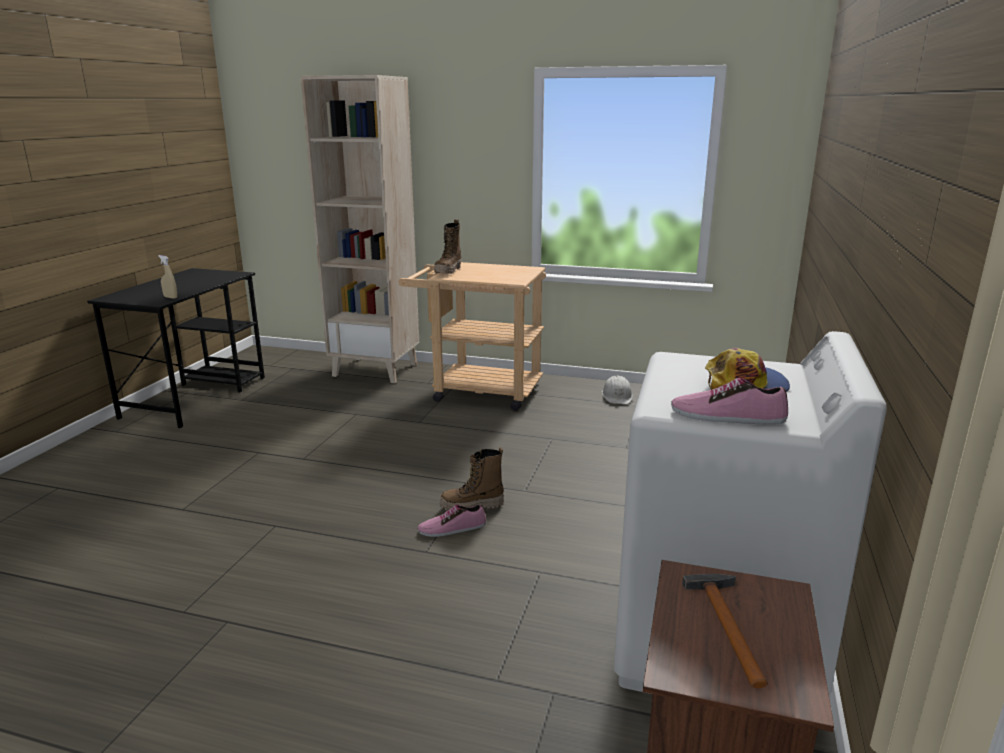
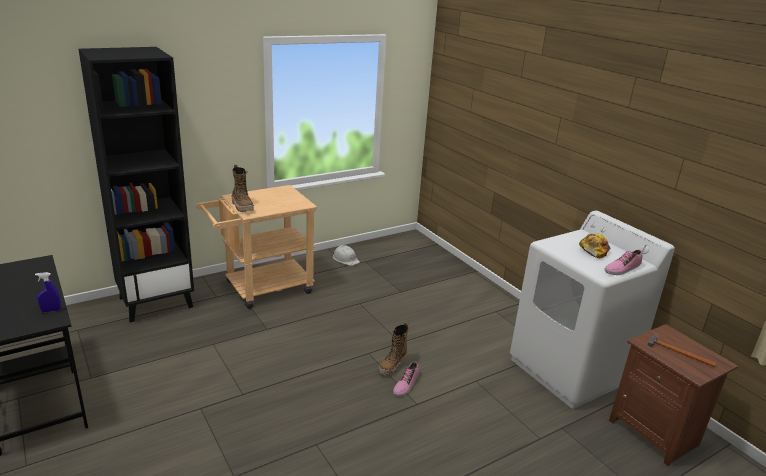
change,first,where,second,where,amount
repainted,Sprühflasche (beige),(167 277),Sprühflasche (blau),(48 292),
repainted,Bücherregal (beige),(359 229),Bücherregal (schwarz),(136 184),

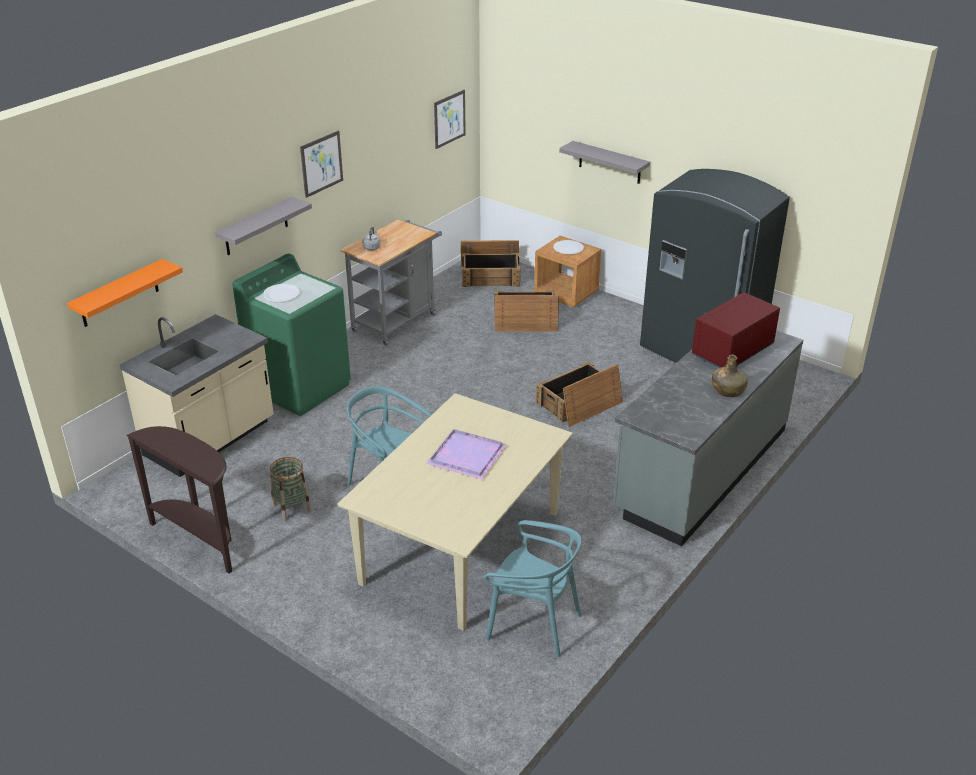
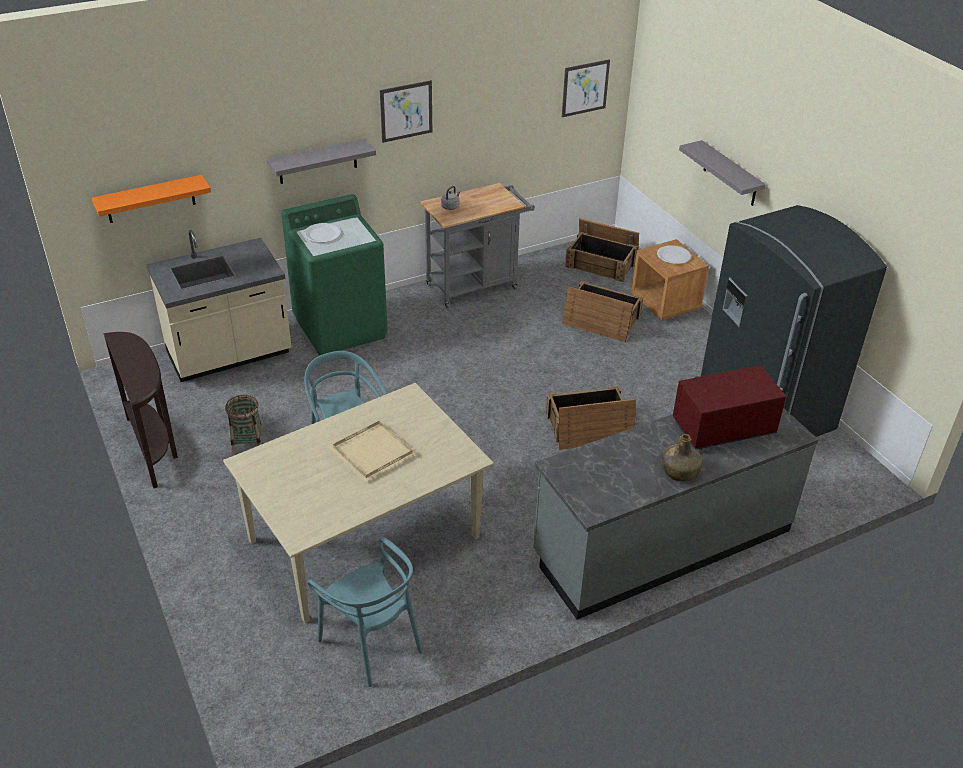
change,first,where,second,where,amount
repainted,Tablett (lila),(466 454),Tablett (beige),(373 451),

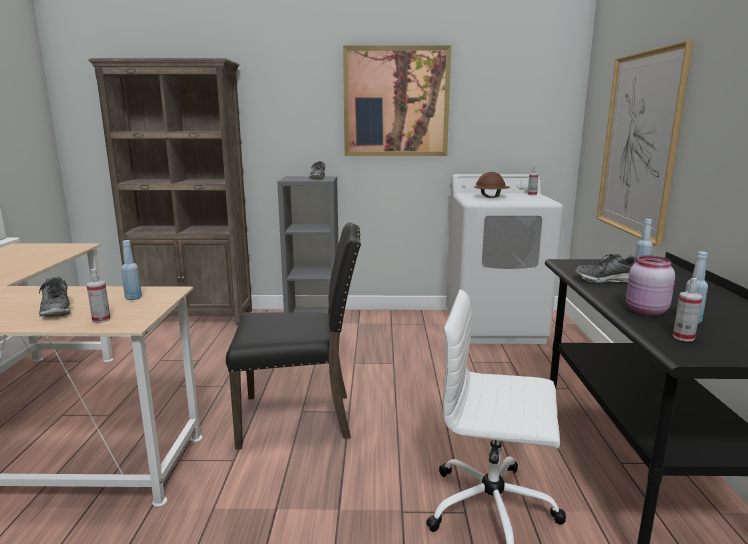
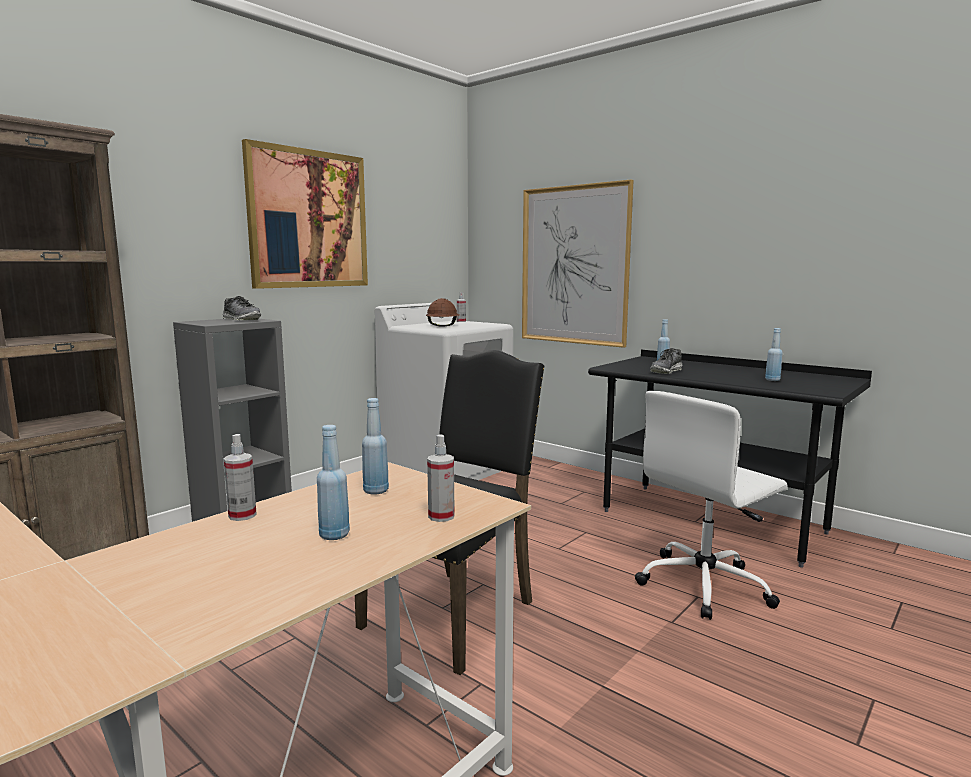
change,first,where,second,where,amount
shifted,Sprühflasche,(687 309),,(240 477),
swapped,Schuh,(54 297),Flasche (blau),(333 482),
gone,Vorratsglas (rosa),(650 285),,,

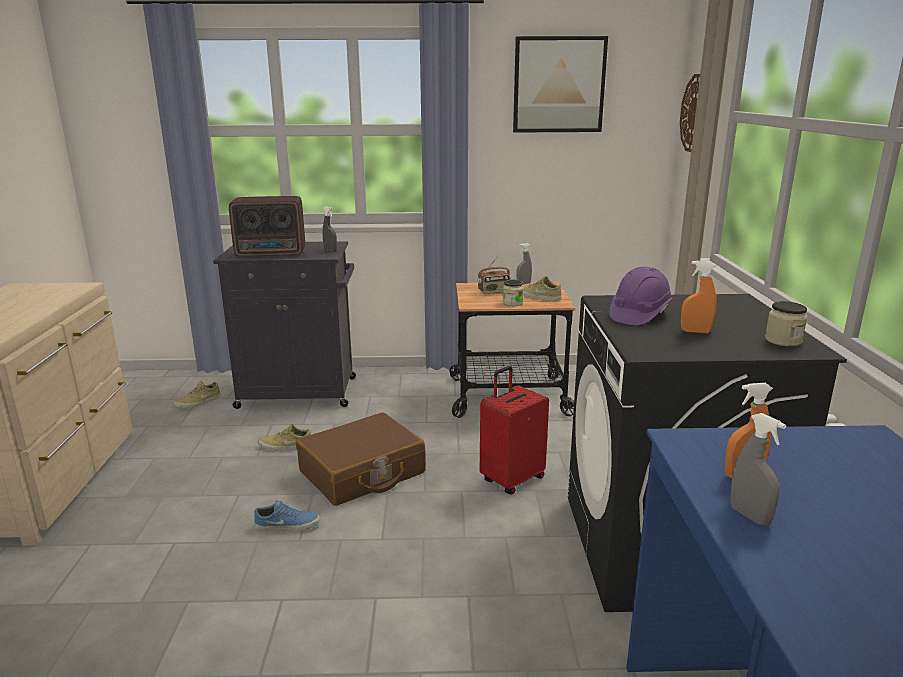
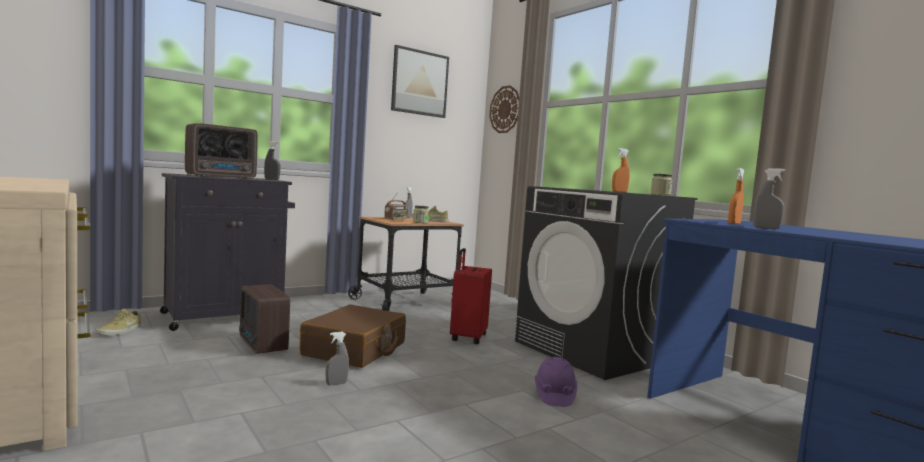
change,first,where,second,where,amount
swapped,Schuh (beige),(284 437),Radio,(264 319),
swapped,Schuh (blau),(287 516),Sprühflasche (grau),(337 358),
shifted,Schutzhelm (lila),(641 296),,(556 382),

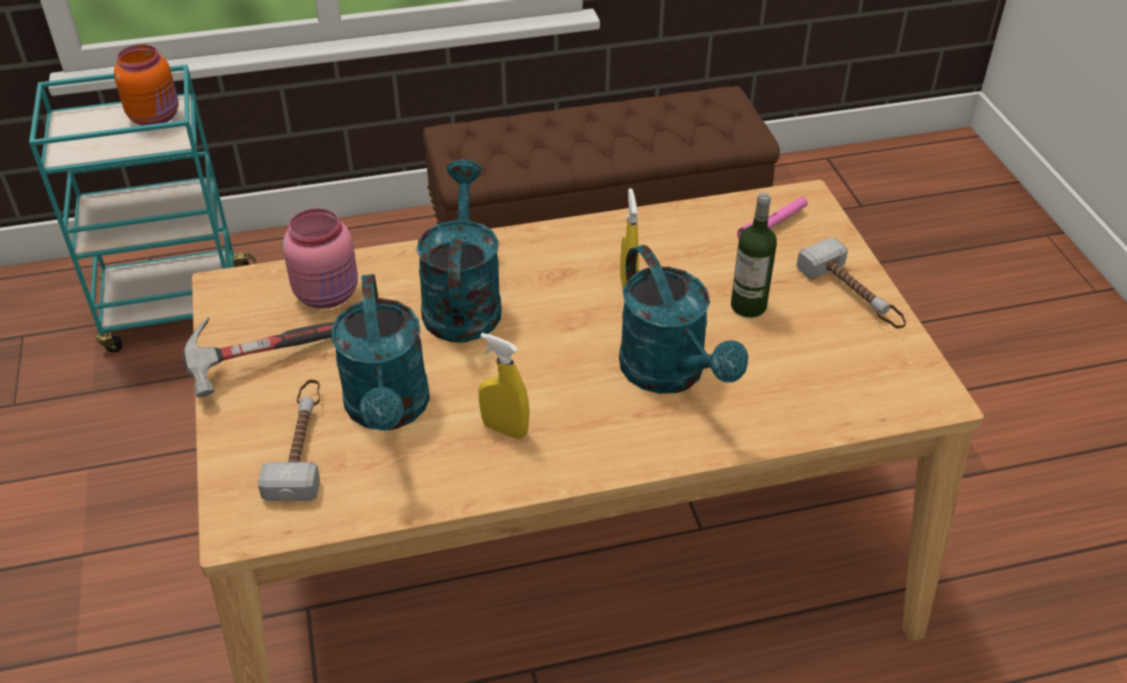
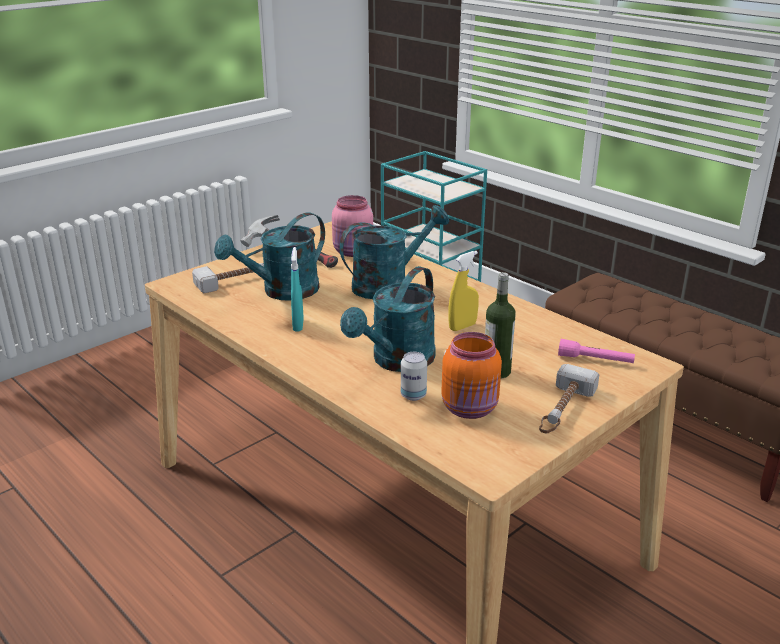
change,first,where,second,where,amount
repainted,Sprühflasche (gelb),(504 386),Sprühflasche (türkis),(297 289),
new,,,Dose,(414 376),
shifted,Vorratsglas (orange),(146 85),,(471 375),

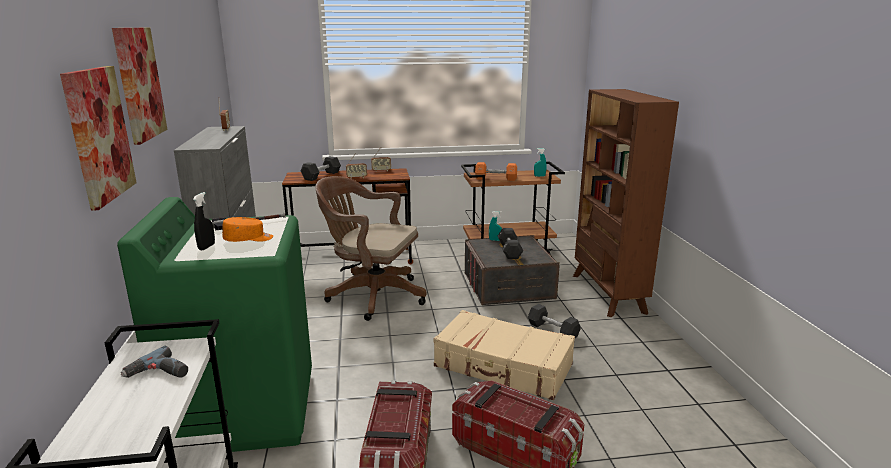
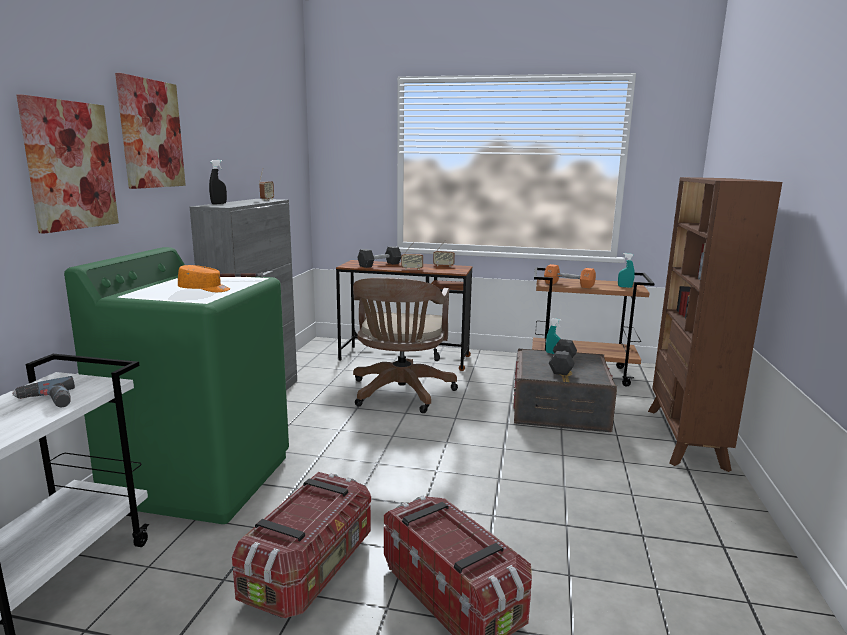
change,first,where,second,where,amount
shifted,Sprühflasche (schwarz),(204 221),,(218 182),
rotated,Bürostuhl (braun),(370 248),,(405 345),120 degrees counterclockwise
gone,Koffer (beige),(504 355),,,
gone,Hantel (schwarz),(554 321),,,

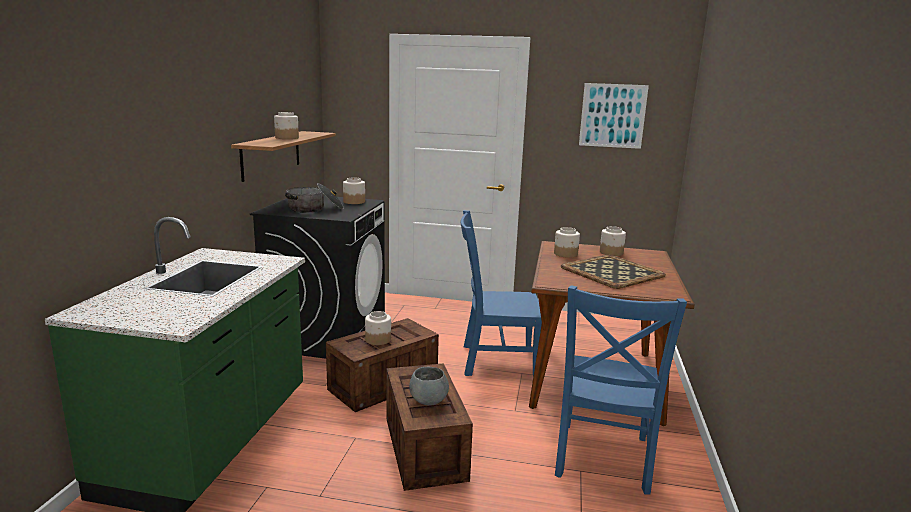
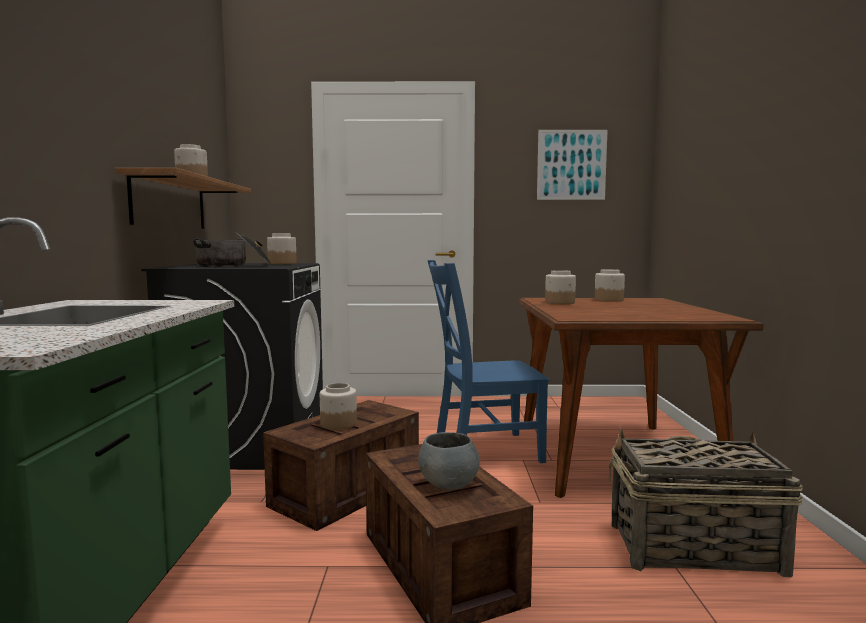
change,first,where,second,where,amount
swapped,Stuhl (blau),(621 389),Korb,(705 503),
gone,Tablett,(613 272),,,

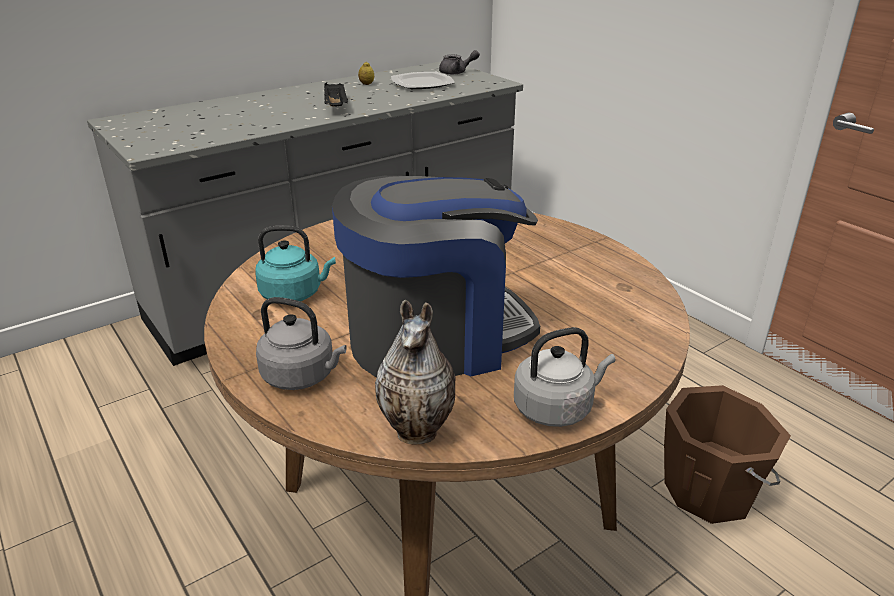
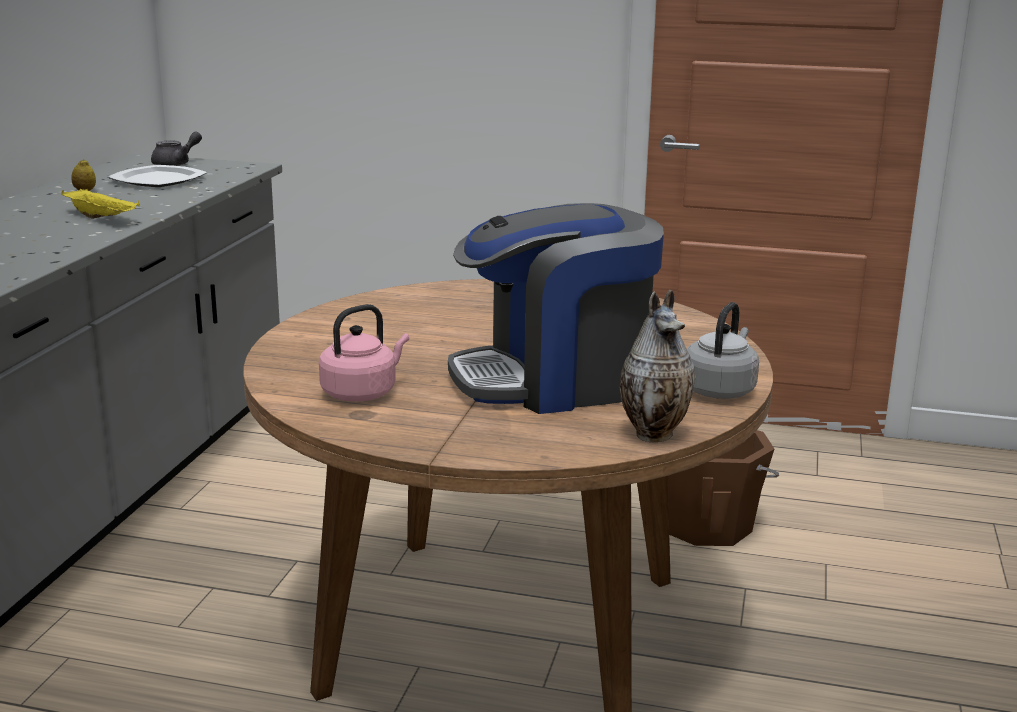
change,first,where,second,where,amount
repainted,Tablett (schwarz),(336 95),Tablett (gelb),(100 204),
repainted,Wasserkessel (türkis),(295 263),Wasserkessel (rosa),(364 352),
rotated,Kaffeemaschine,(436 276),,(556 308),135 degrees counterclockwise
gone,Wasserkessel (grau),(301 343),,,

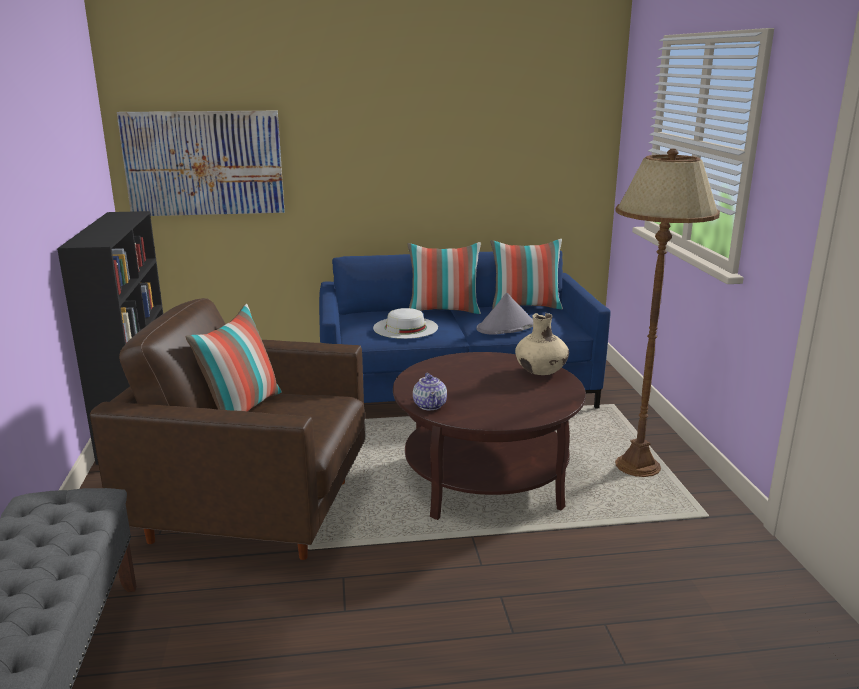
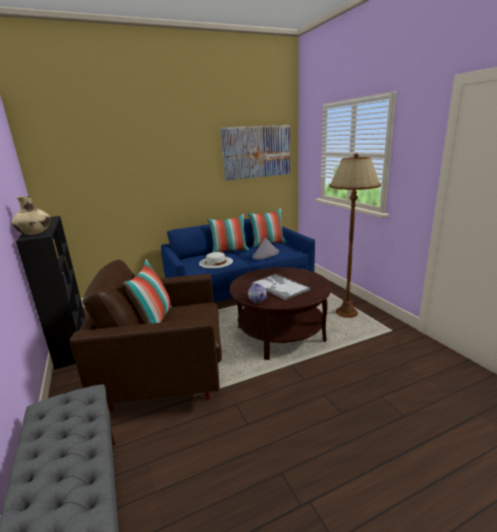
change,first,where,second,where,amount
shifted,Vase (beige),(542 344),,(31 215),
shifted,Bild,(201 163),,(255 153),
new,,,Tablett,(281 287),

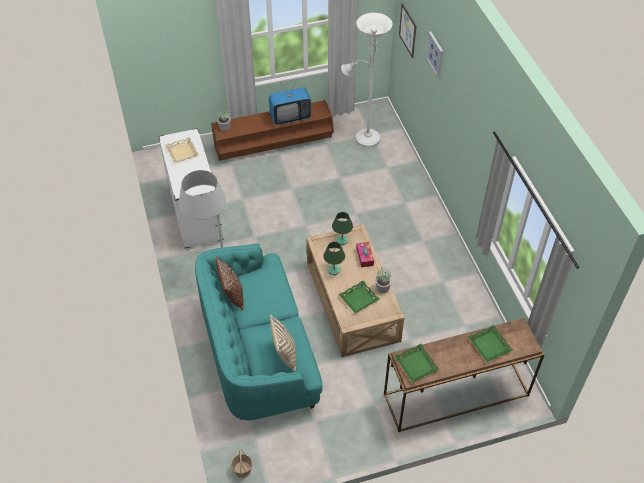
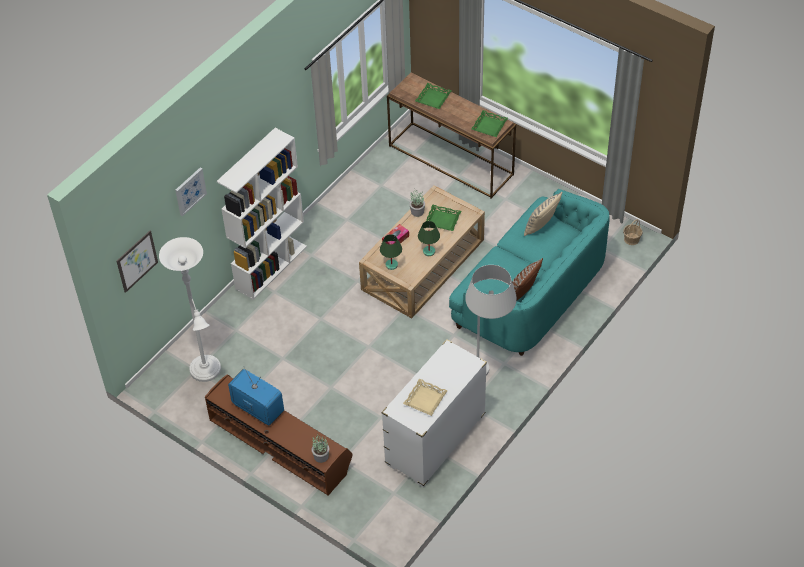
change,first,where,second,where,amount
new,,,Bücherregal (weiß),(262 214),

